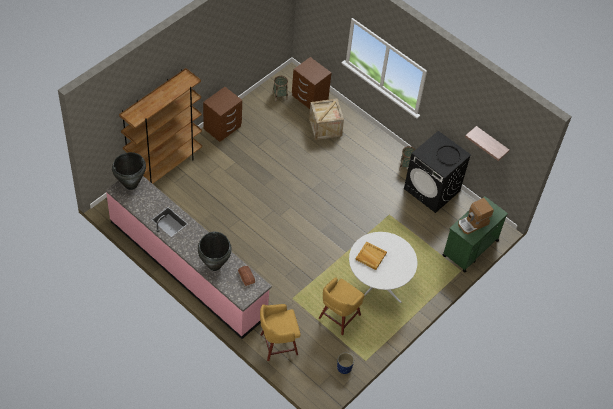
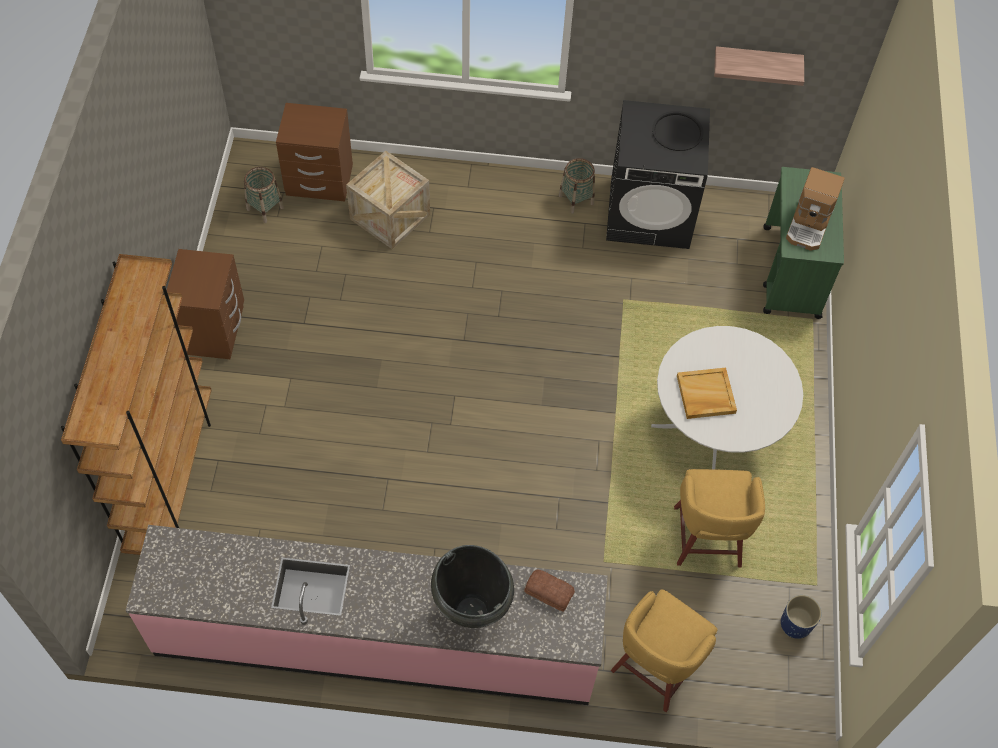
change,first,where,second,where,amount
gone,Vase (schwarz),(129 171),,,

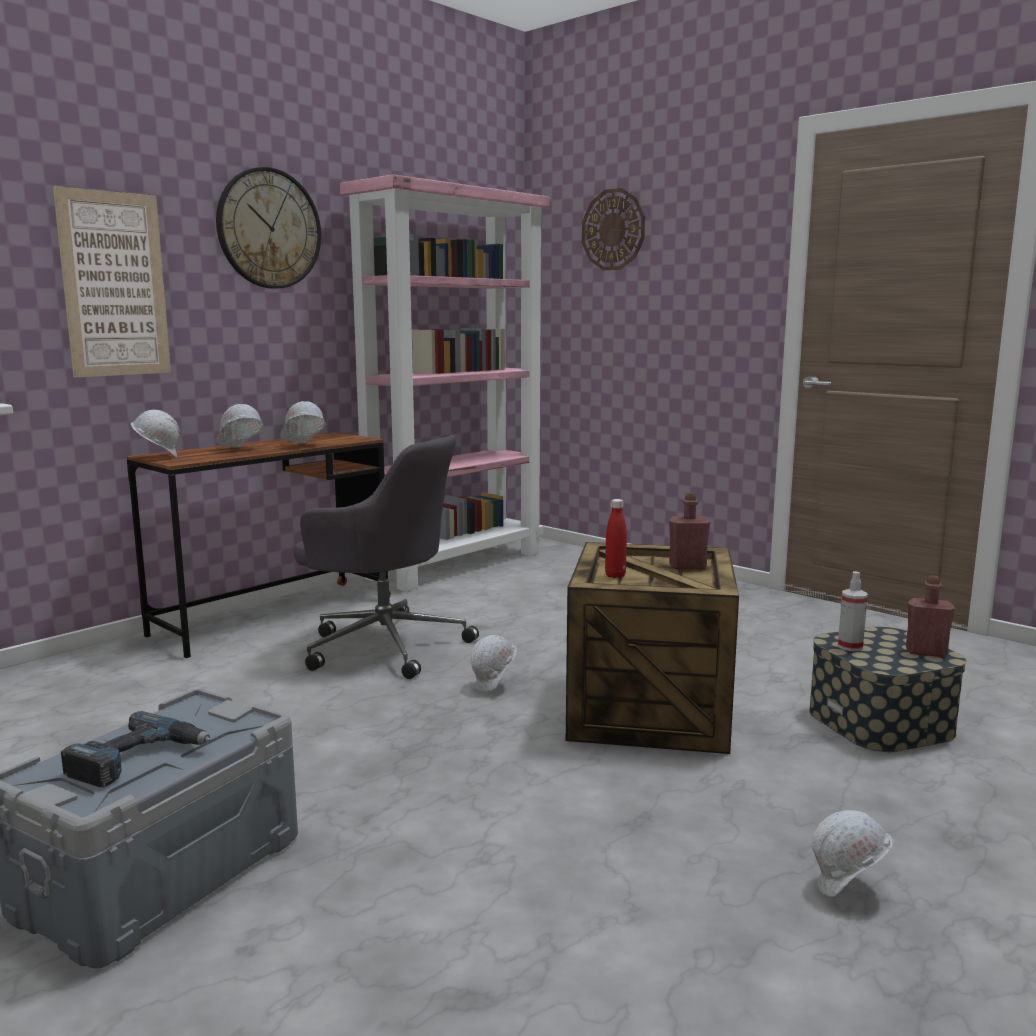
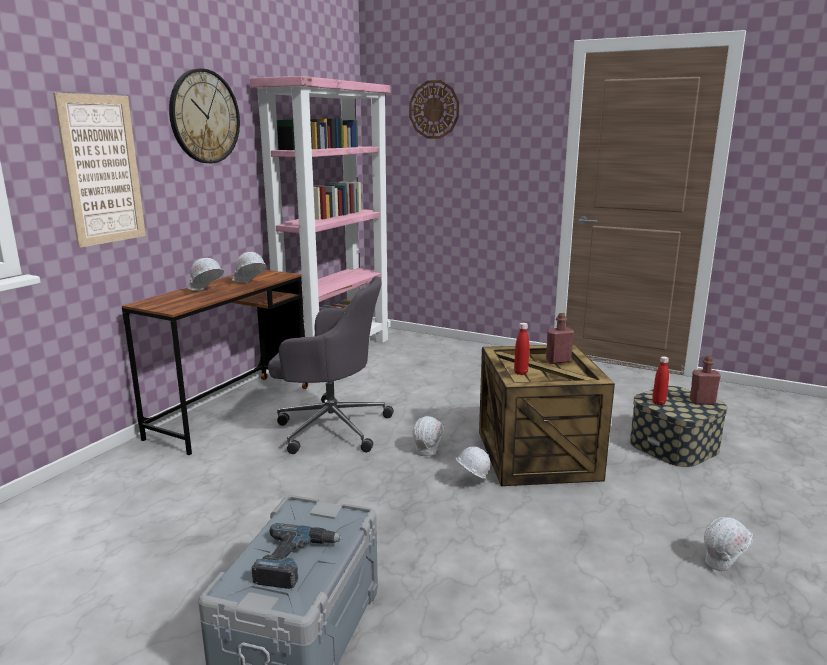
change,first,where,second,where,amount
shifted,Schutzhelm (weiß),(155 434),,(472 463),
swapped,Sprühflasche,(853 611),Flasche (rot),(660 380),

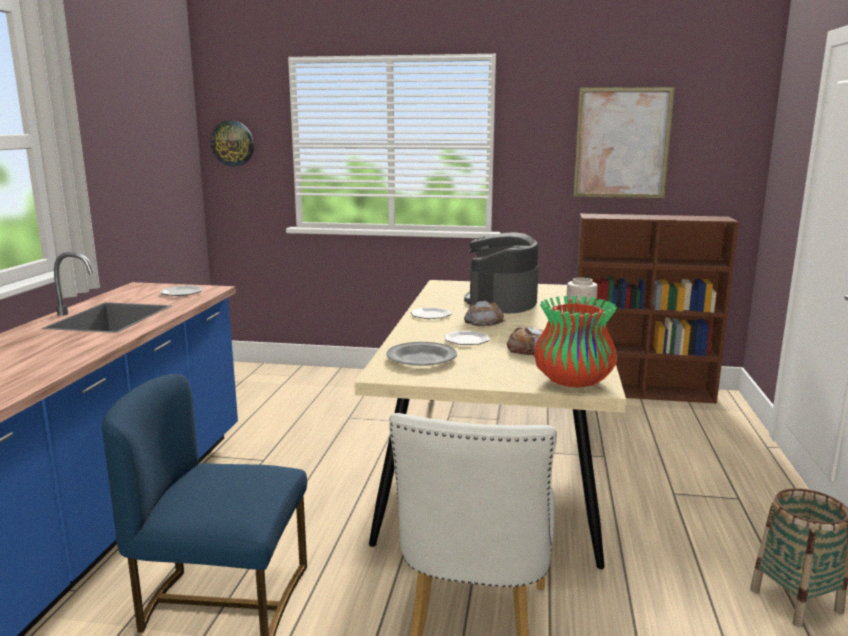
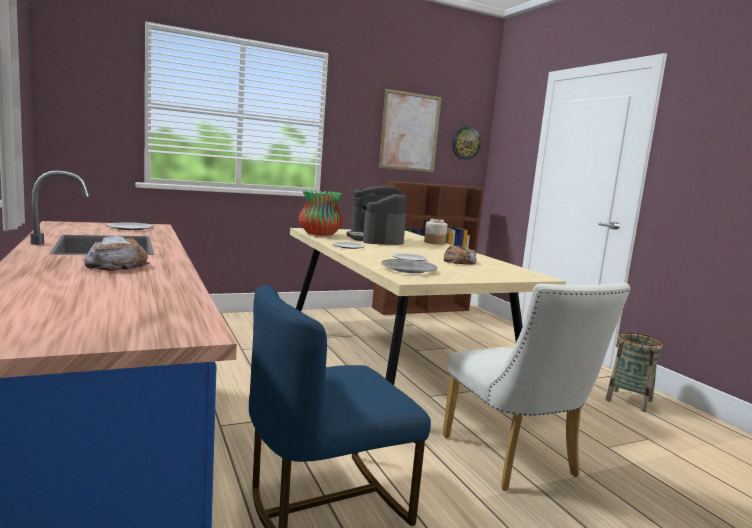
change,first,where,second,where,amount
shifted,Brot,(484 313),,(117 253),
shifted,Vase,(575 342),,(321 213),
shifted,Wanduhr,(232 143),,(466 143),

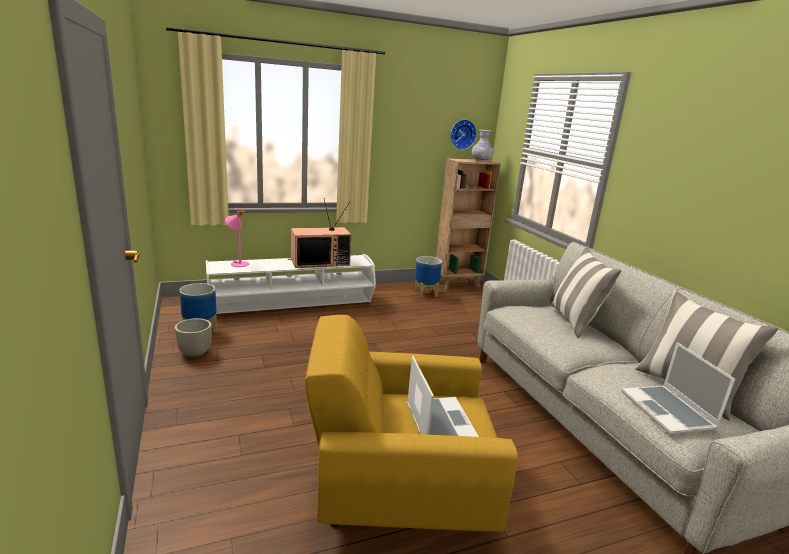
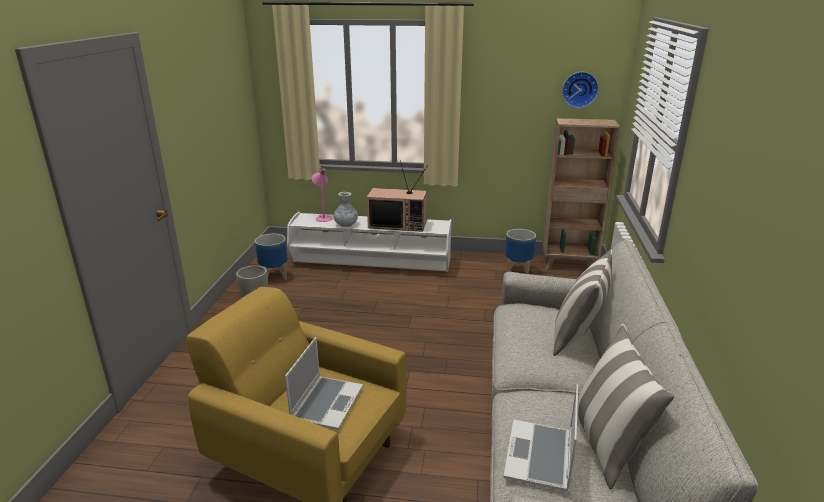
change,first,where,second,where,amount
shifted,Vase,(483 145),,(346 209),

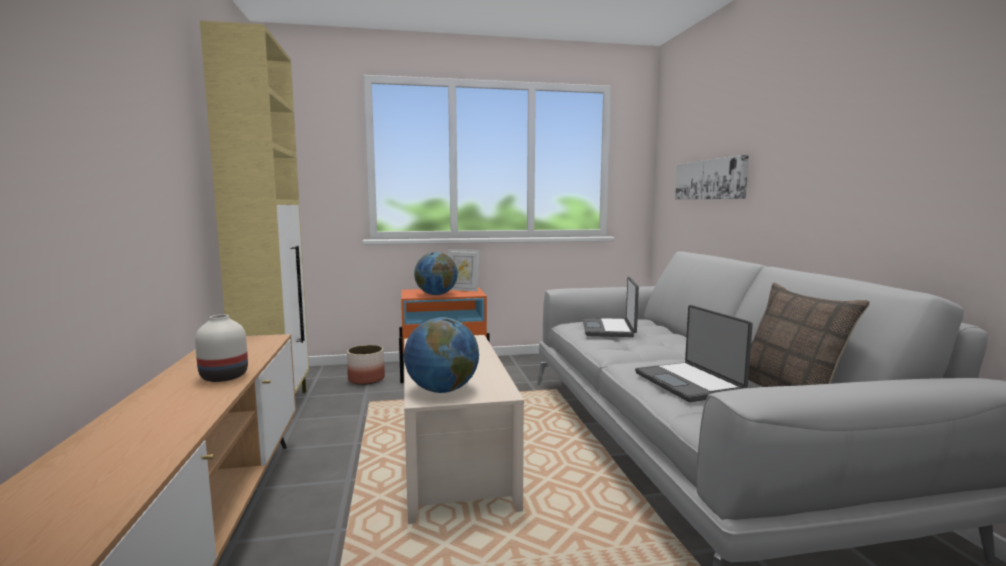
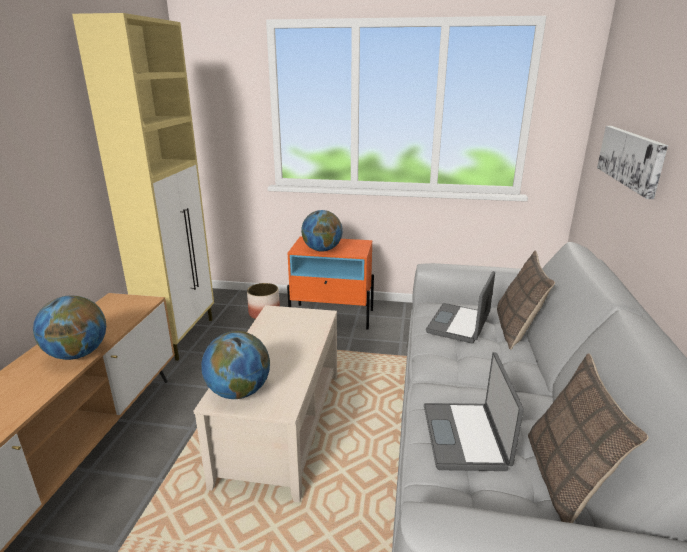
change,first,where,second,where,amount
swapped,Vase (weiß),(221 348),Globus,(69 327),
new,,,Kissen,(526 300),
gone,Bilderrahmen,(464 270),,,

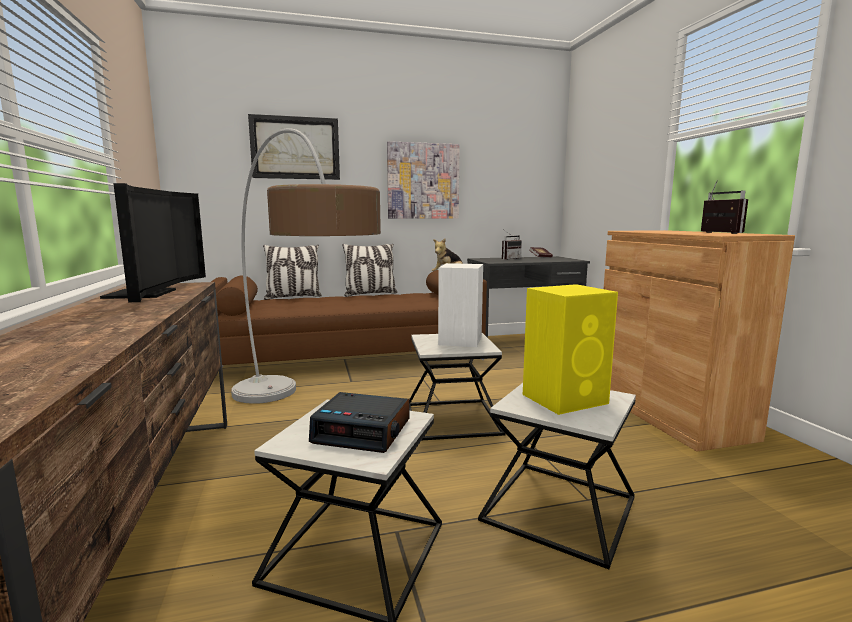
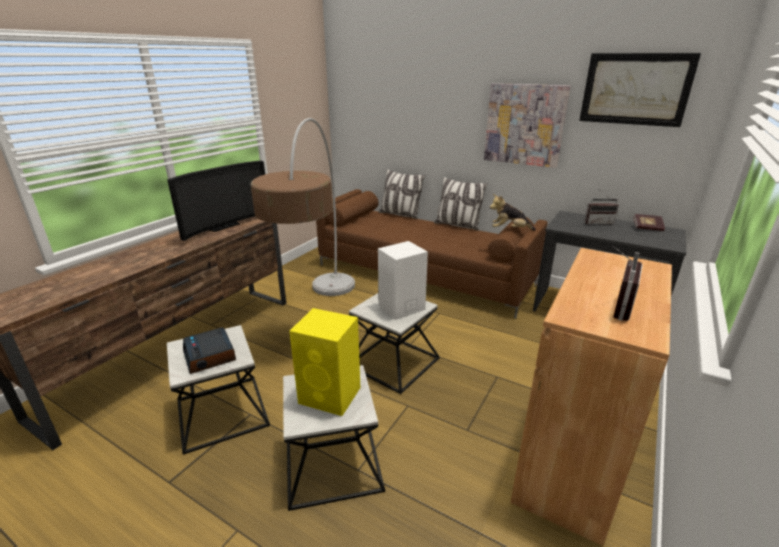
change,first,where,second,where,amount
shifted,Bild,(294 147),,(640 90),

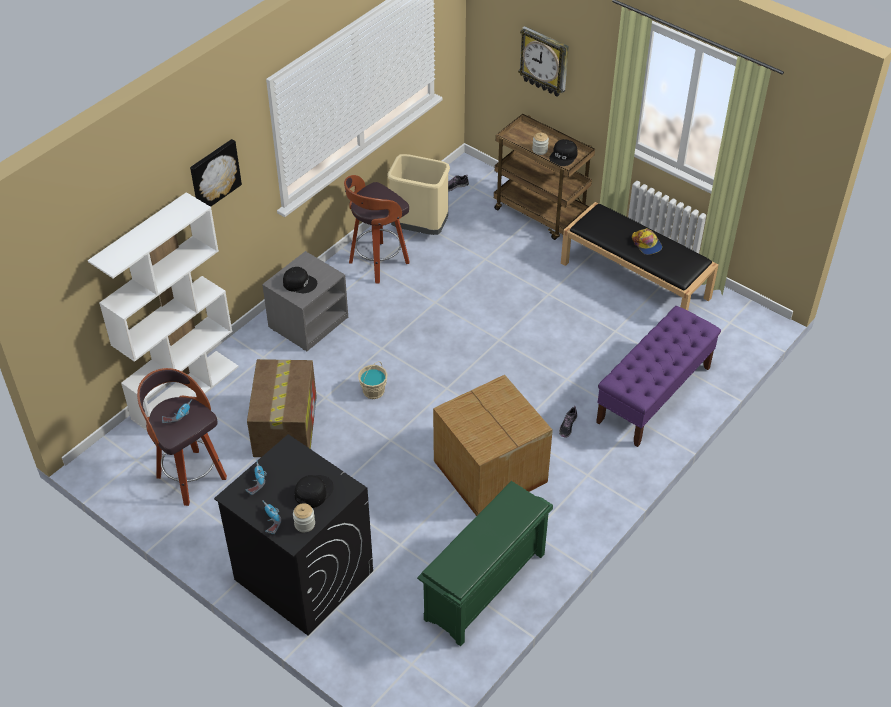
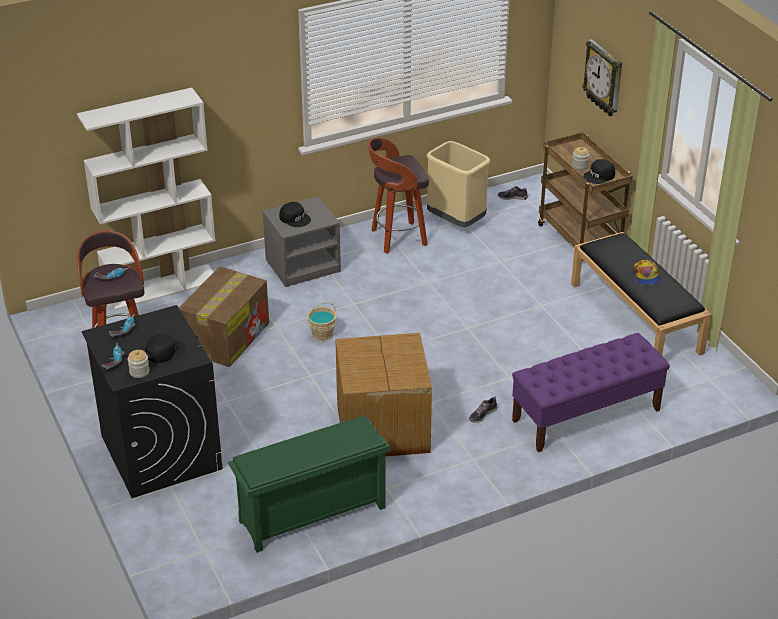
change,first,where,second,where,amount
gone,Bild,(216 173),,,

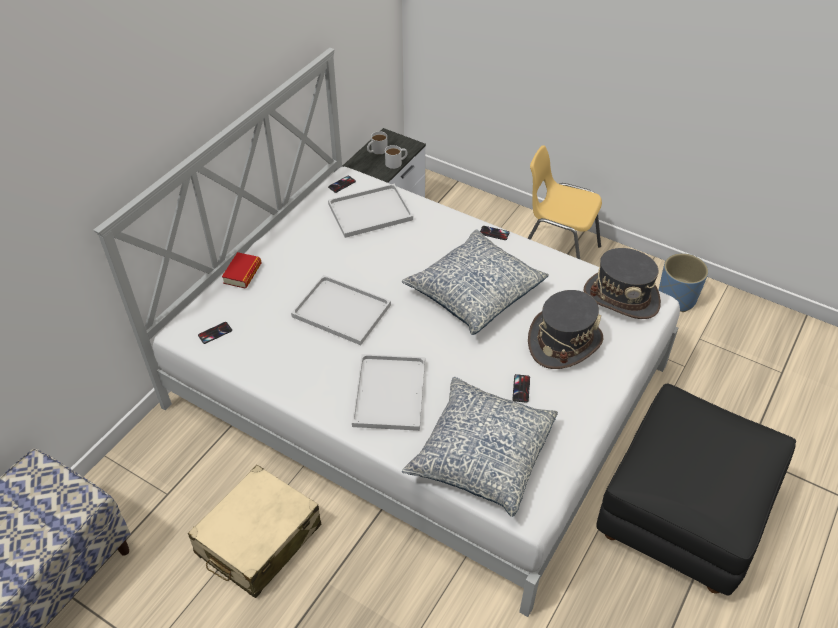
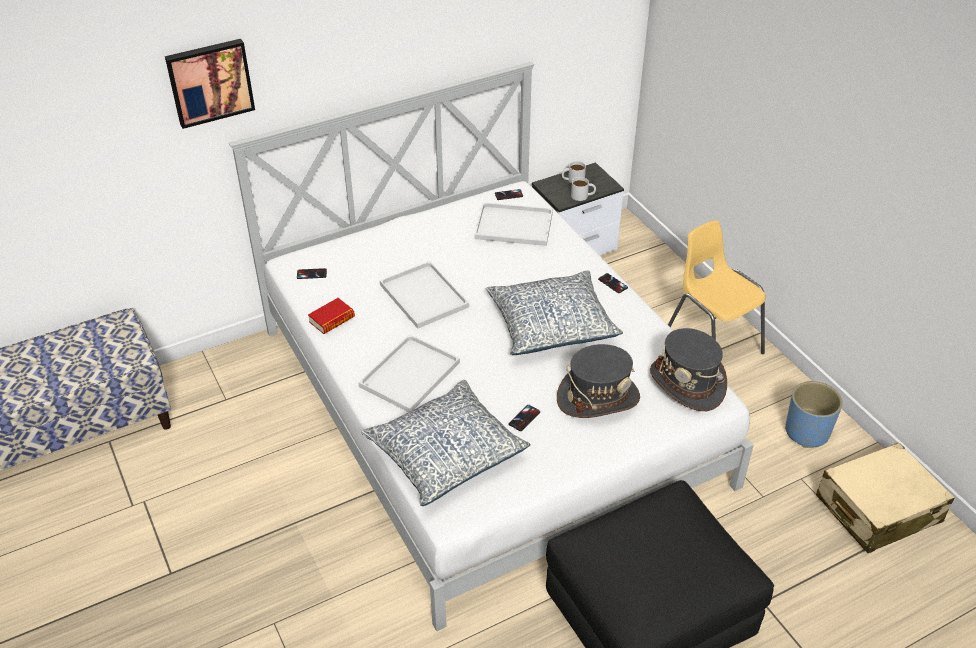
change,first,where,second,where,amount
new,,,Bild,(210 84),
shifted,Buch,(242 270),,(331 316),
shifted,Koffer (beige),(254 531),,(885 497),

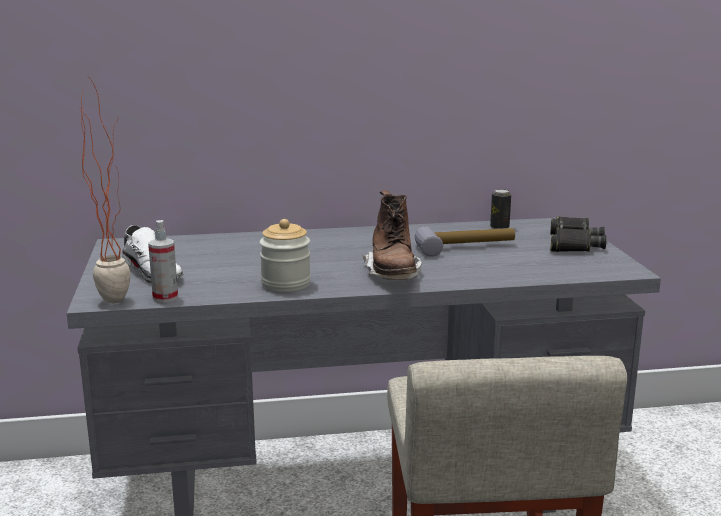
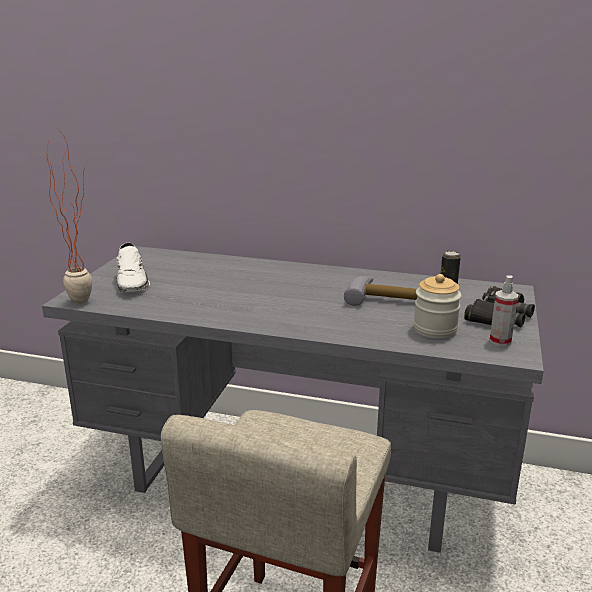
change,first,where,second,where,amount
shifted,Vorratsglas,(285 255),,(437 306),
shifted,Sprühflasche,(163 261),,(503 310),
gone,Stiefel (braun),(392 235),,,

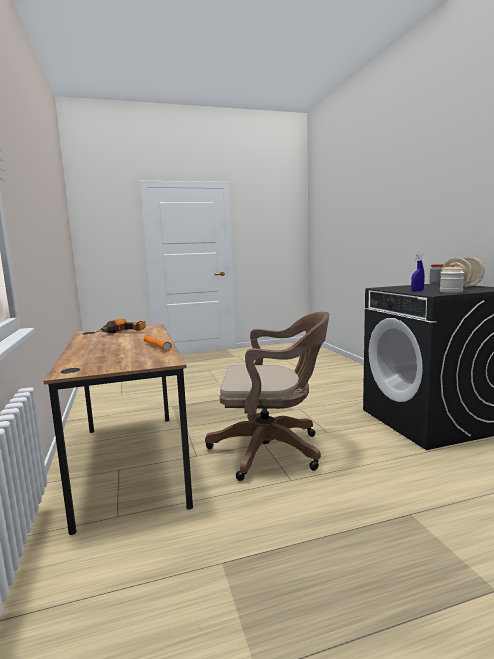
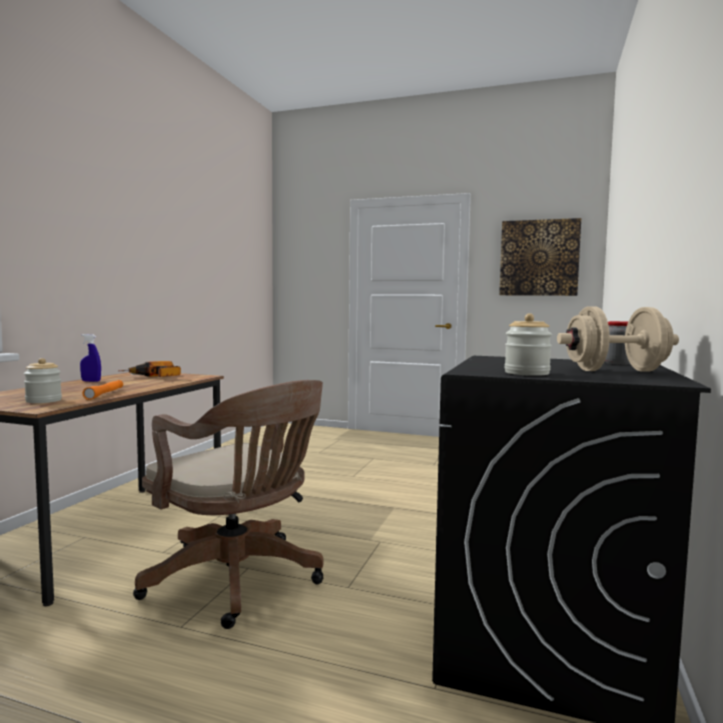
change,first,where,second,where,amount
new,,,Vorratsglas,(43 380),
shifted,Sprühflasche (blau),(418 272),,(90 358),
new,,,Bild,(540 257),

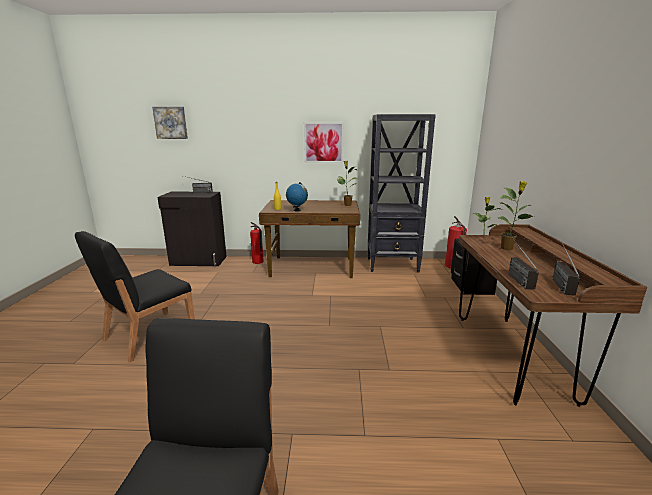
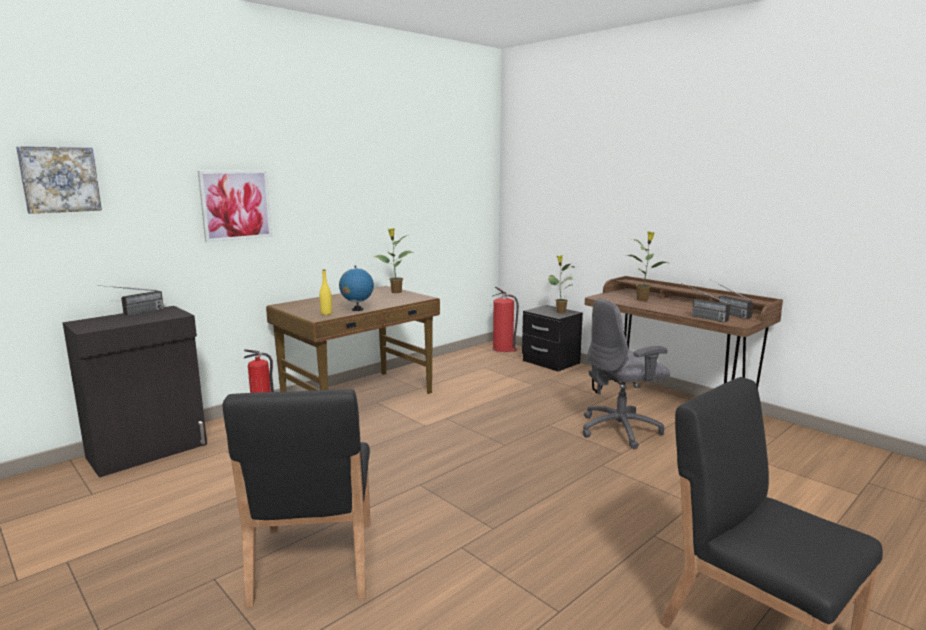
change,first,where,second,where,amount
shifted,Bild,(324 142),,(235 206),
new,,,Bürostuhl (grau),(626 373),
gone,Bücherregal (schwarz),(402 193),,,

